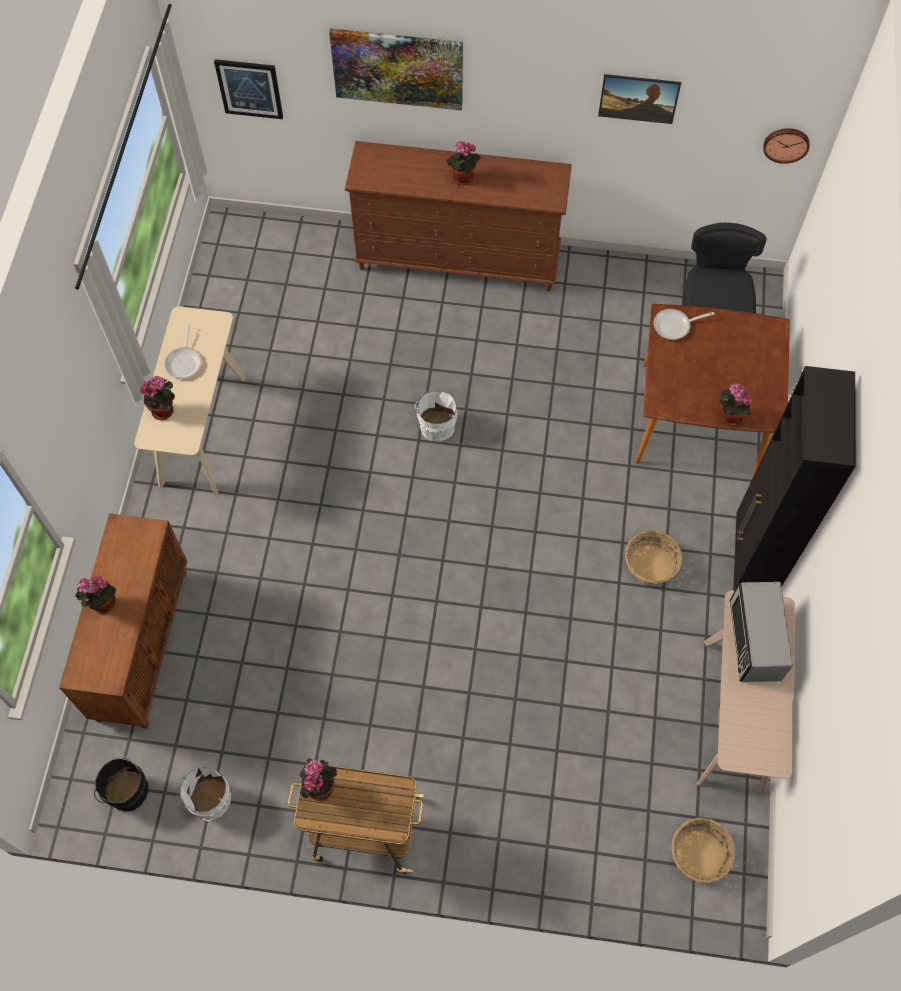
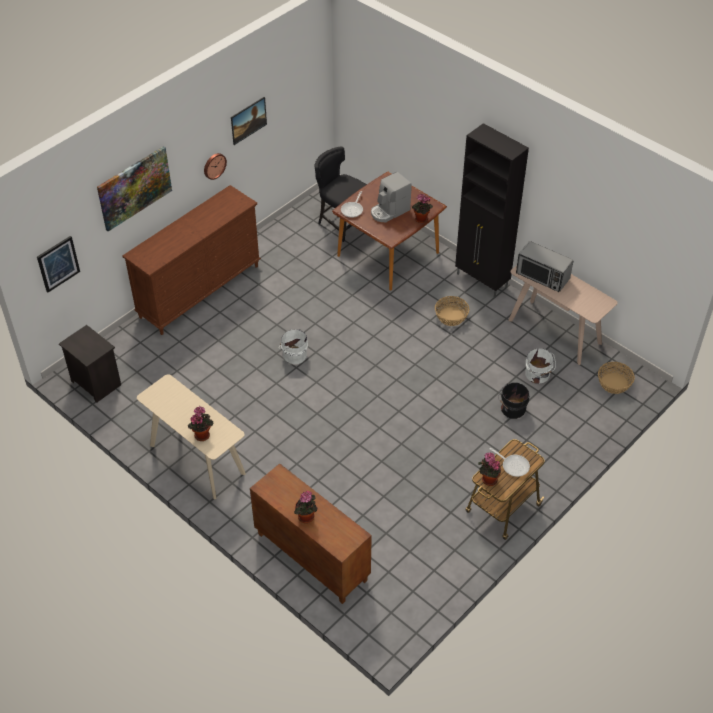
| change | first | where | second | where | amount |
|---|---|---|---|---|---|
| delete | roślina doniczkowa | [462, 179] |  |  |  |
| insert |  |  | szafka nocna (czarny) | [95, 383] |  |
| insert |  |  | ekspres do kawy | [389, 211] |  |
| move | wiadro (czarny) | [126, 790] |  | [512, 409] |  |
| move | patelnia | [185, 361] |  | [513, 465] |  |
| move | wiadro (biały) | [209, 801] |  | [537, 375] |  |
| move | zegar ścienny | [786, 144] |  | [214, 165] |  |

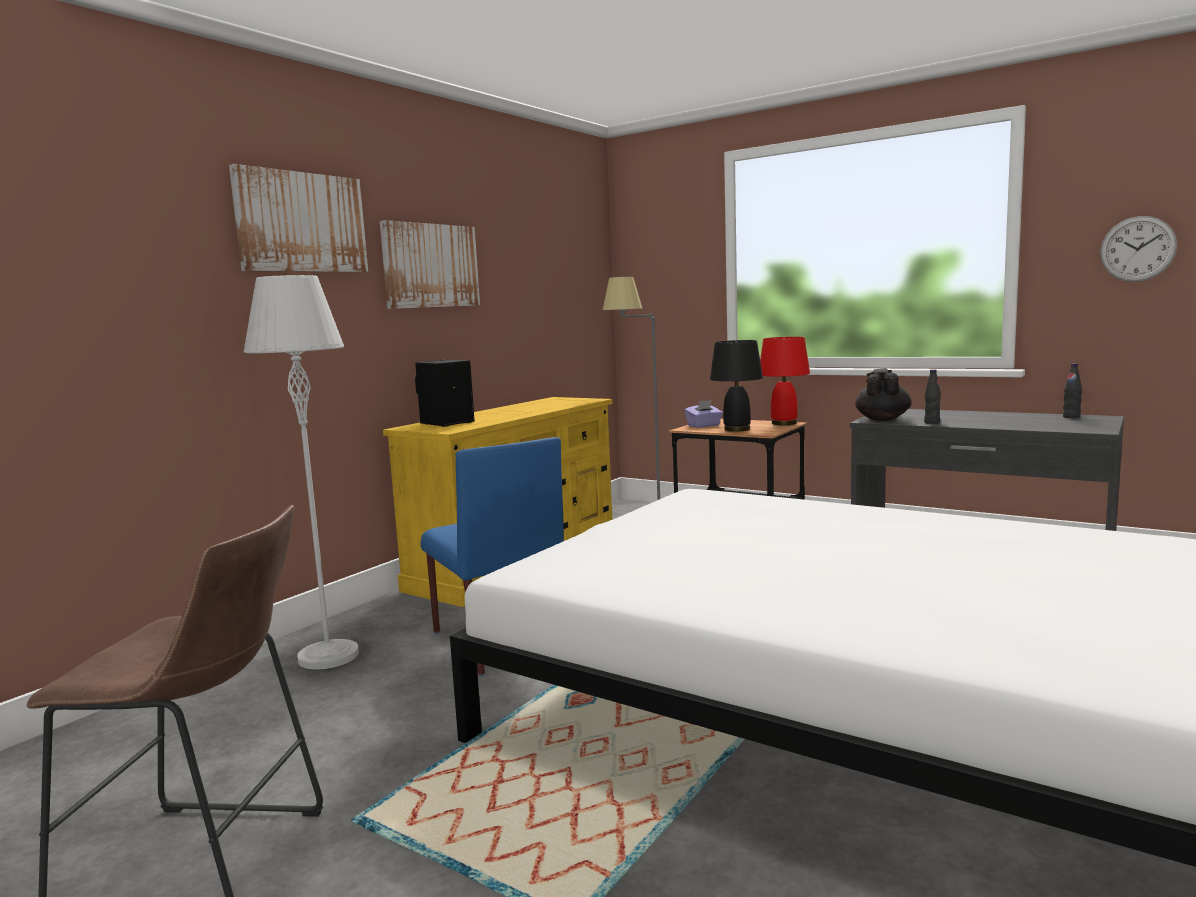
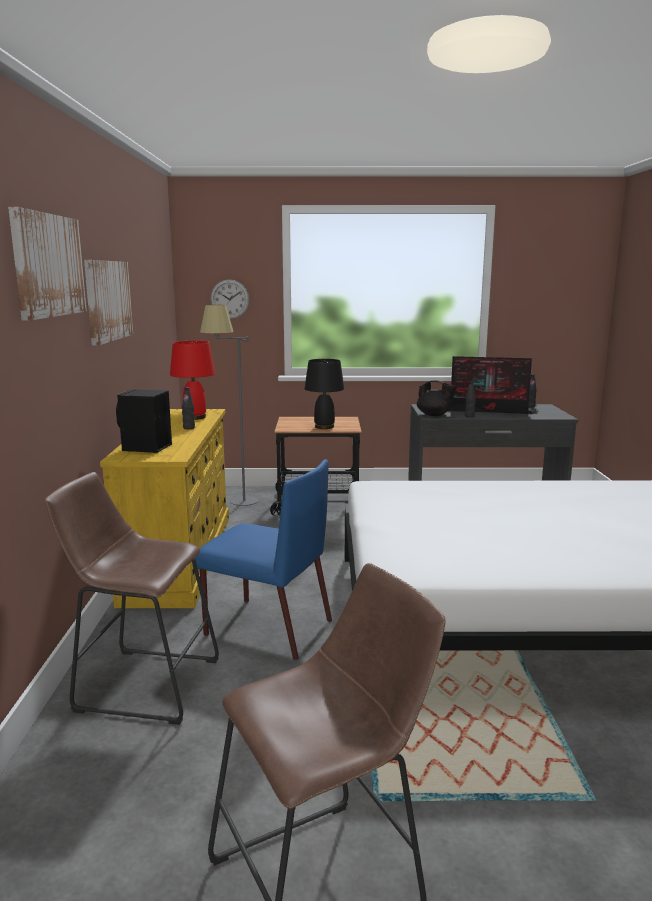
| change | first | where | second | where | amount |
|---|---|---|---|---|---|
| delete | pudełko chusteczek (fioletowy) | [704, 426] |  |  |  |
| insert |  |  | butelka (czarny) | [189, 428] |  |
| insert |  |  | monitor | [489, 411] |  |
| move | lampa stołowa (czerwony) | [784, 423] |  | [195, 417] |  |
| move | zegar ścienny | [1137, 249] |  | [229, 299] |  |
| replace | lampa stojąca (szary) | [328, 656] | stołek (brązowy) | [141, 683] |  |
| rotate | imbryk (czarny) | [882, 419] |  | [434, 415] | 135 degrees clockwise |

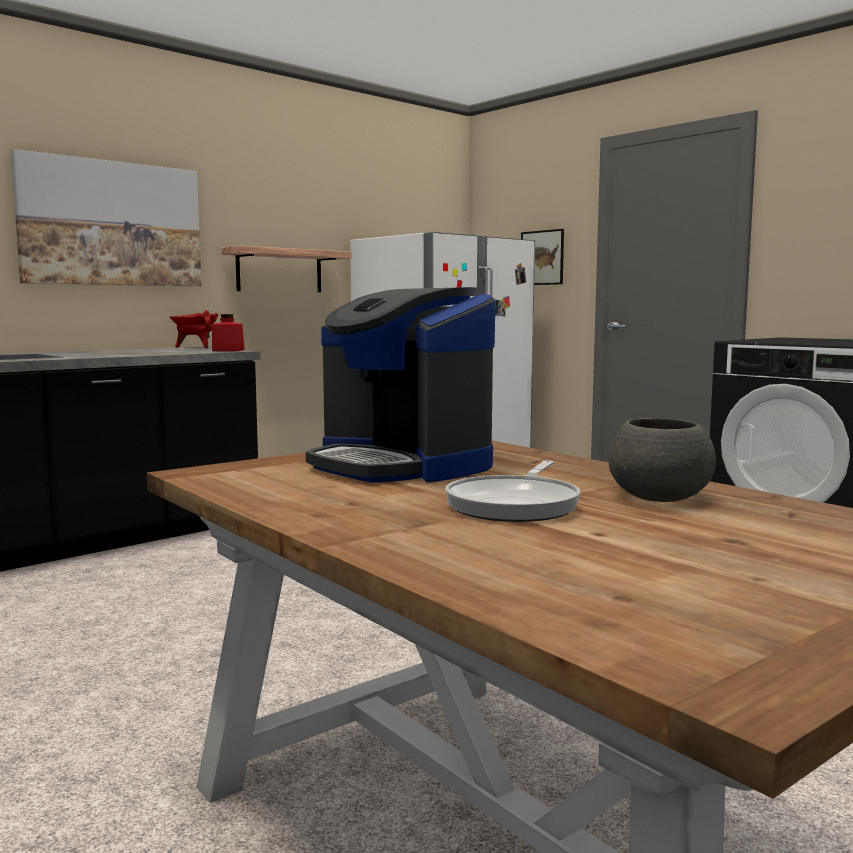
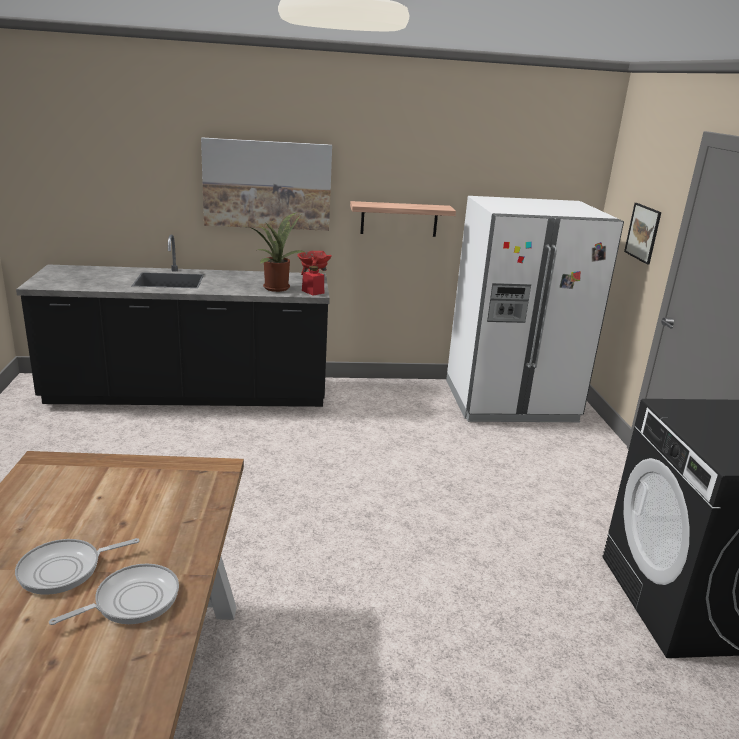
| change | first | where | second | where | amount |
|---|---|---|---|---|---|
| delete | ekspres do kawy | [401, 465] |  |  |  |
| insert |  |  | roślina doniczkowa | [275, 287] |  |
| replace | miska (szary) | [658, 498] | patelnia | [132, 600] |  |

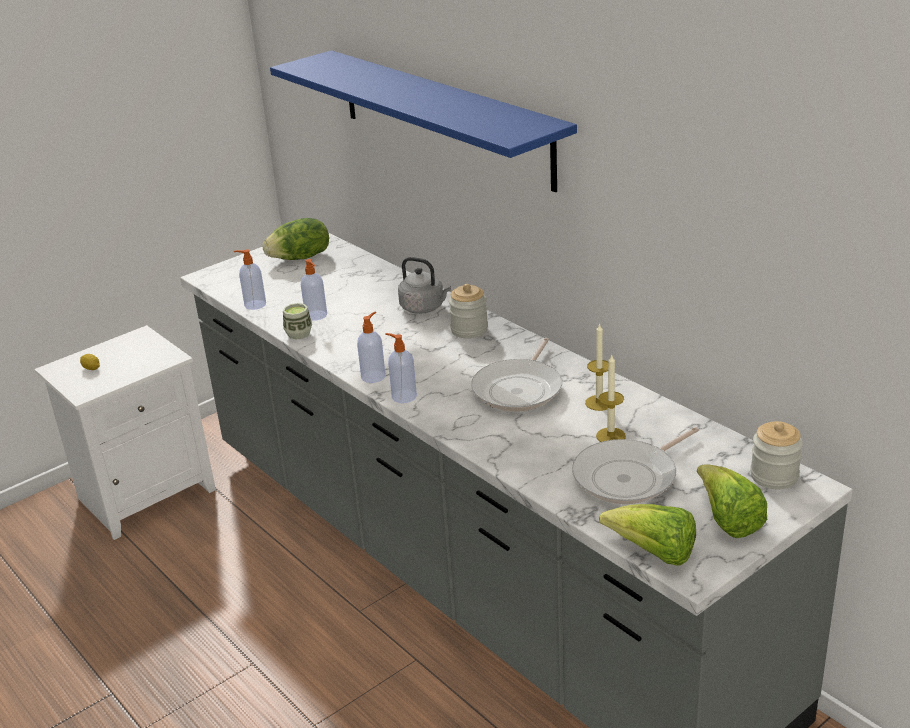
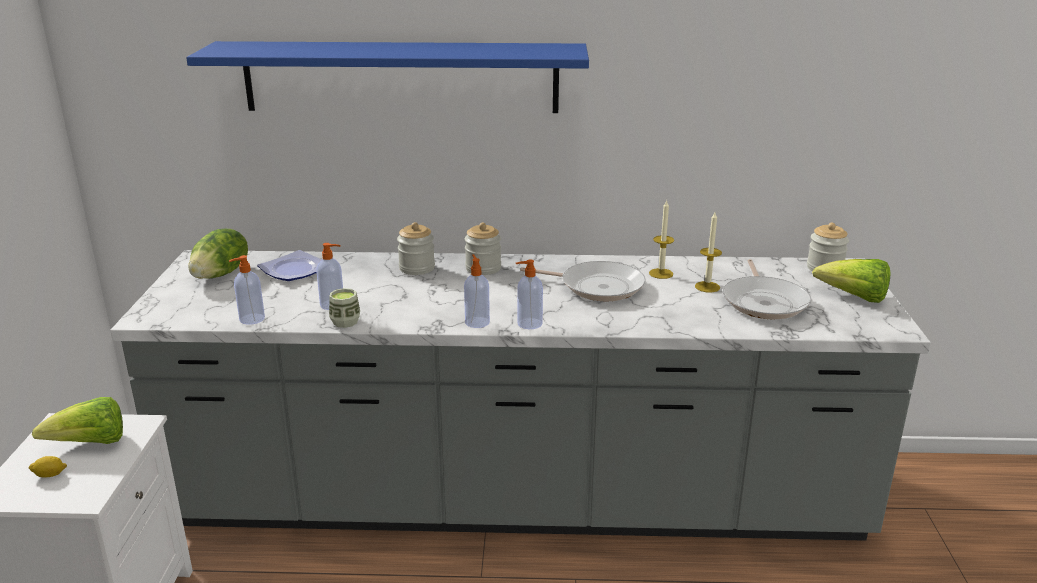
| change | first | where | second | where | amount |
|---|---|---|---|---|---|
| insert |  |  | talerz | [293, 270] |  |
| move | sałata | [653, 553] |  | [91, 444] |  |
| replace | czajnik (szary) | [424, 308] | słoik | [417, 268] |  |
| rotate | patelnia | [519, 389] |  | [597, 286] | 45 degrees counterclockwise |

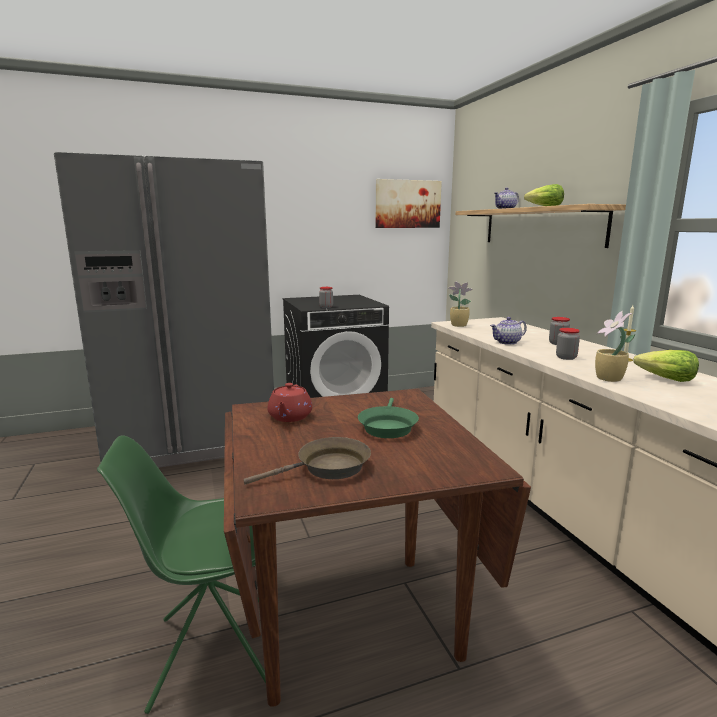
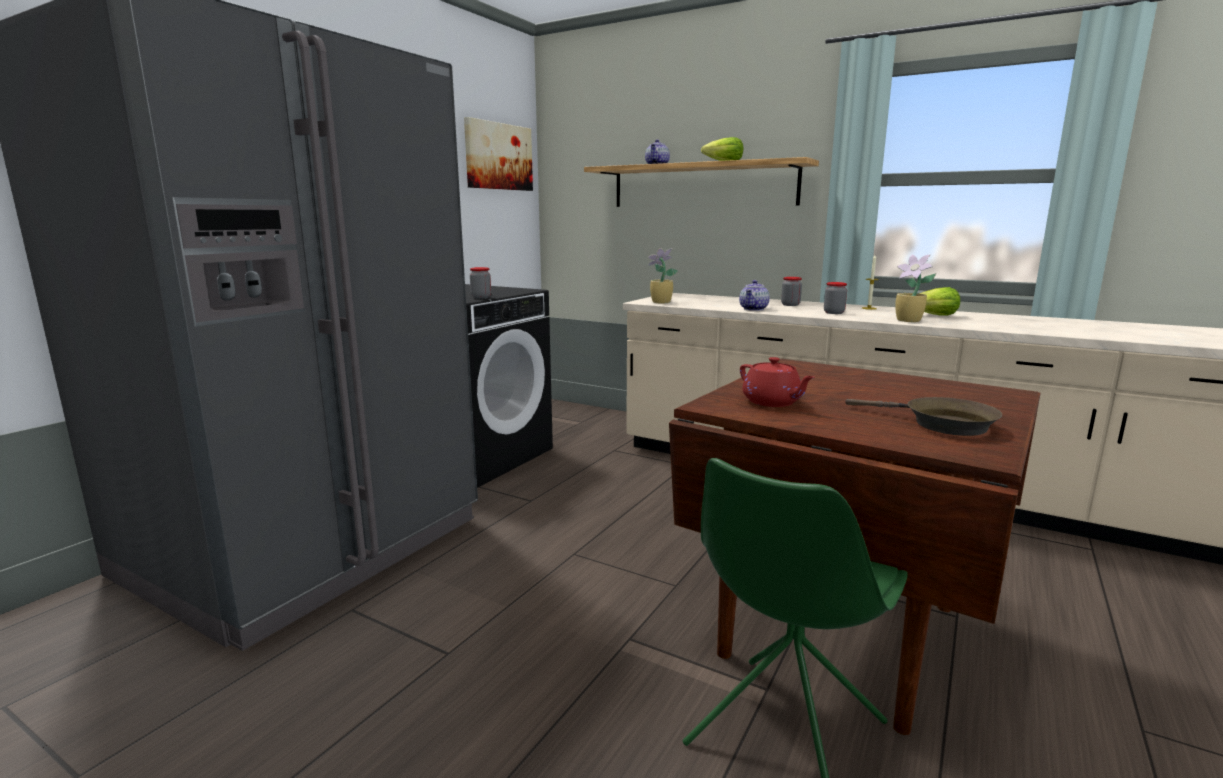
| change | first | where | second | where | amount |
|---|---|---|---|---|---|
| delete | patelnia (zielony) | [387, 426] |  |  |  |
| rotate | patelnia (brązowy) | [328, 468] |  | [941, 424] | 105 degrees clockwise |

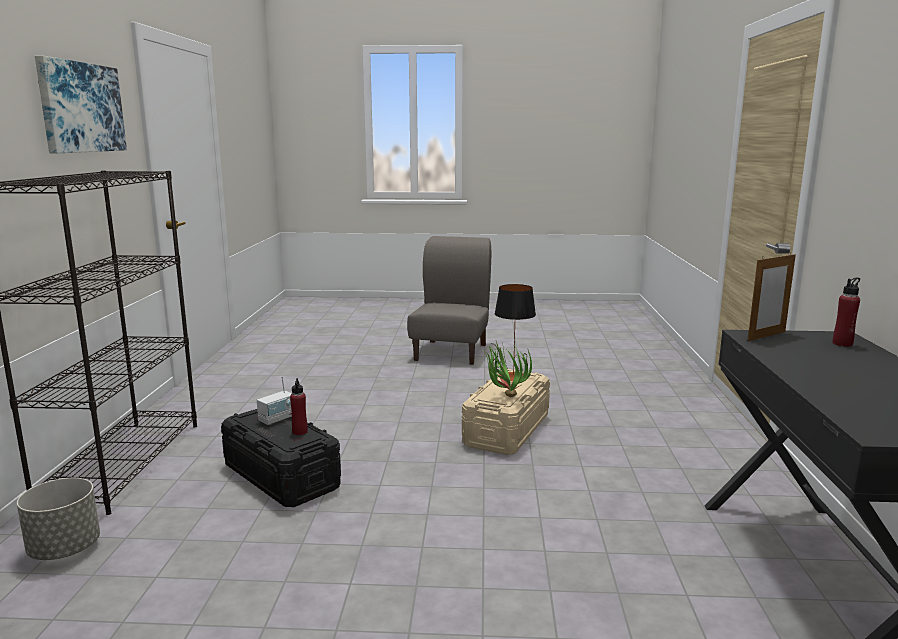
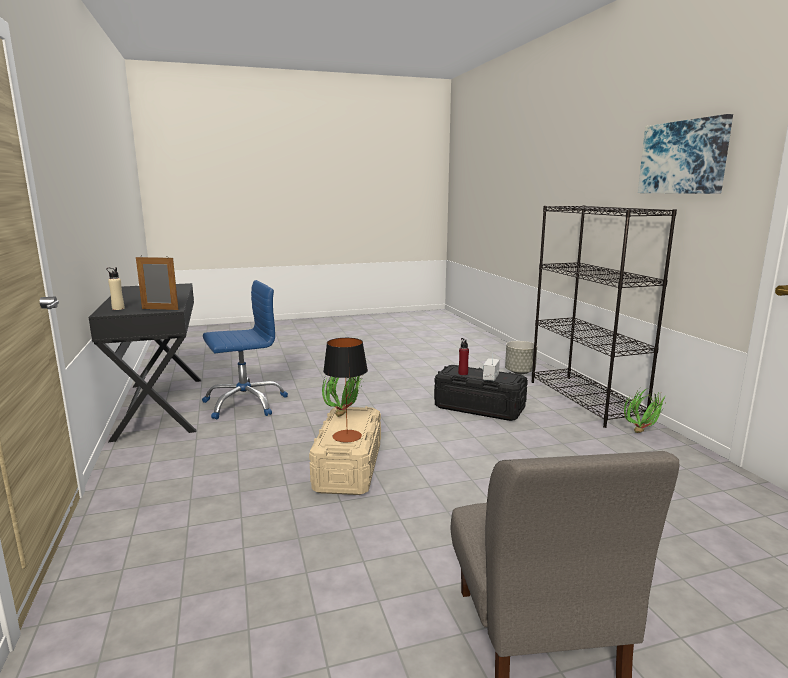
| change | first | where | second | where | amount |
|---|---|---|---|---|---|
| insert |  |  | krzesło biurowe (niebieski) | [245, 403] |  |
| insert |  |  | roślina doniczkowa | [644, 433] |  |
| recolor | butelka (czerwony) | [842, 344] | butelka (beżowy) | [118, 308] |  |
| rotate | ramka na zdjęcie | [766, 336] |  | [160, 309] | 60 degrees clockwise |

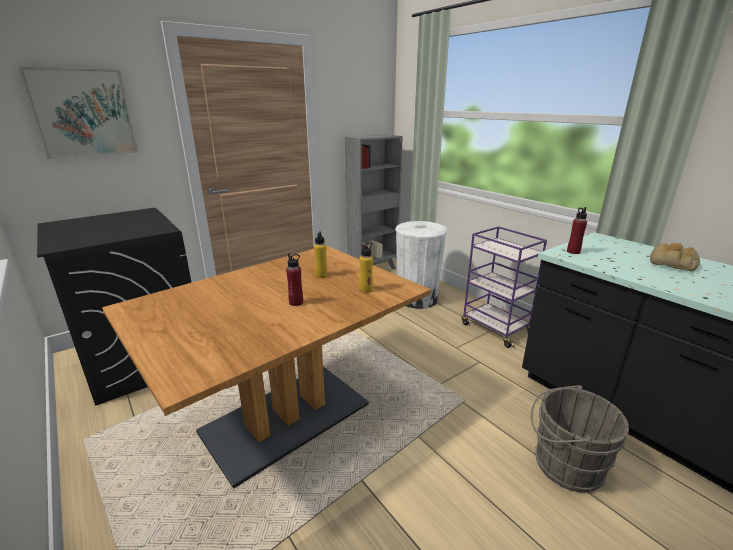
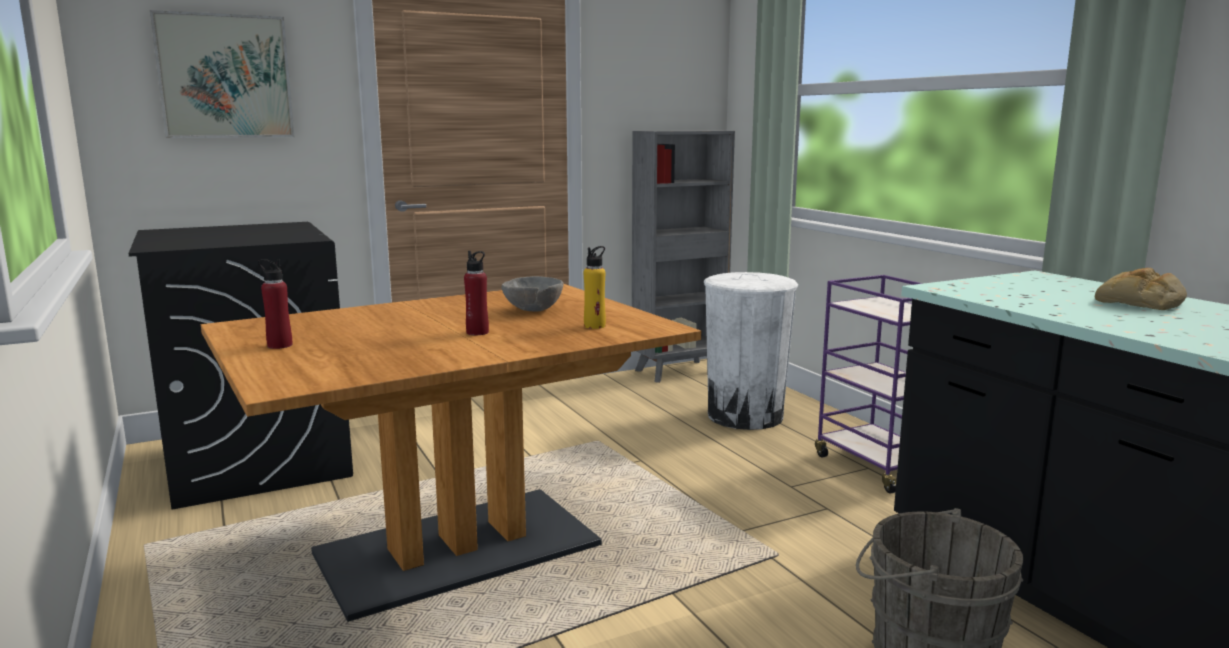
| change | first | where | second | where | amount |
|---|---|---|---|---|---|
| move | butelka (czerwony) | [573, 252] |  | [279, 345] |  |
| replace | butelka (żółty) | [321, 275] | miska (szary) | [533, 310] |  |

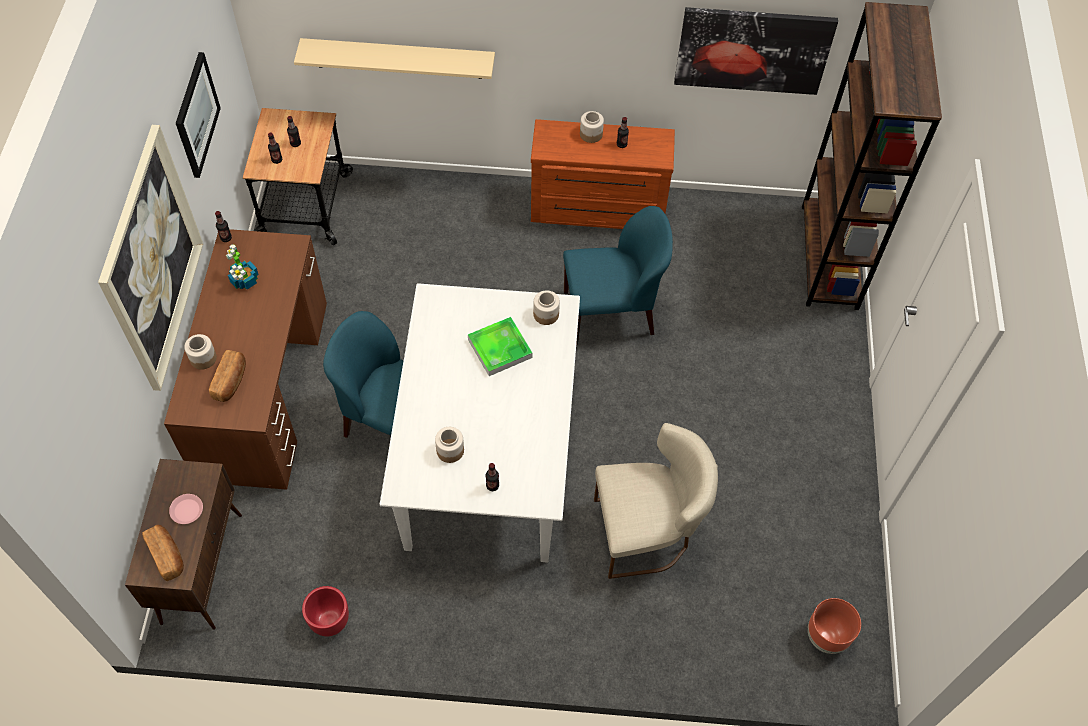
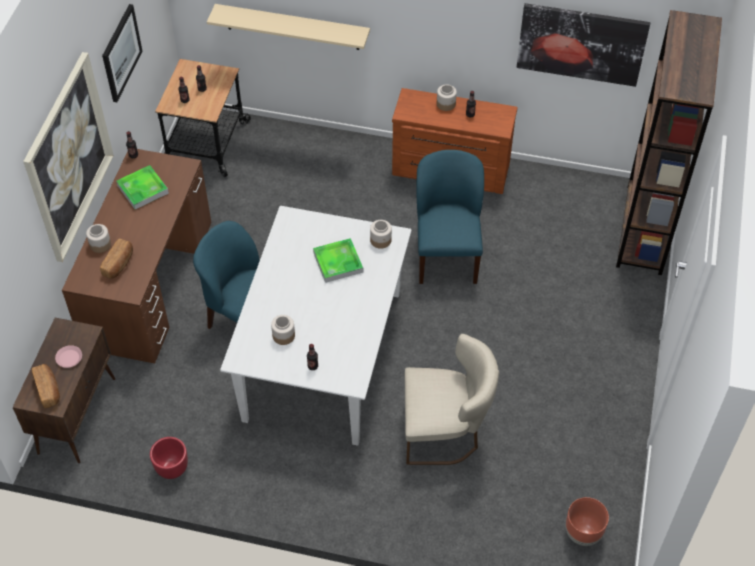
| change | first | where | second | where | amount |
|---|---|---|---|---|---|
| replace | roślina doniczkowa | [245, 281] | taca | [143, 189] |  |
| rotate | krzesło (niebieski) | [611, 313] |  | [446, 255] | 90 degrees counterclockwise |

